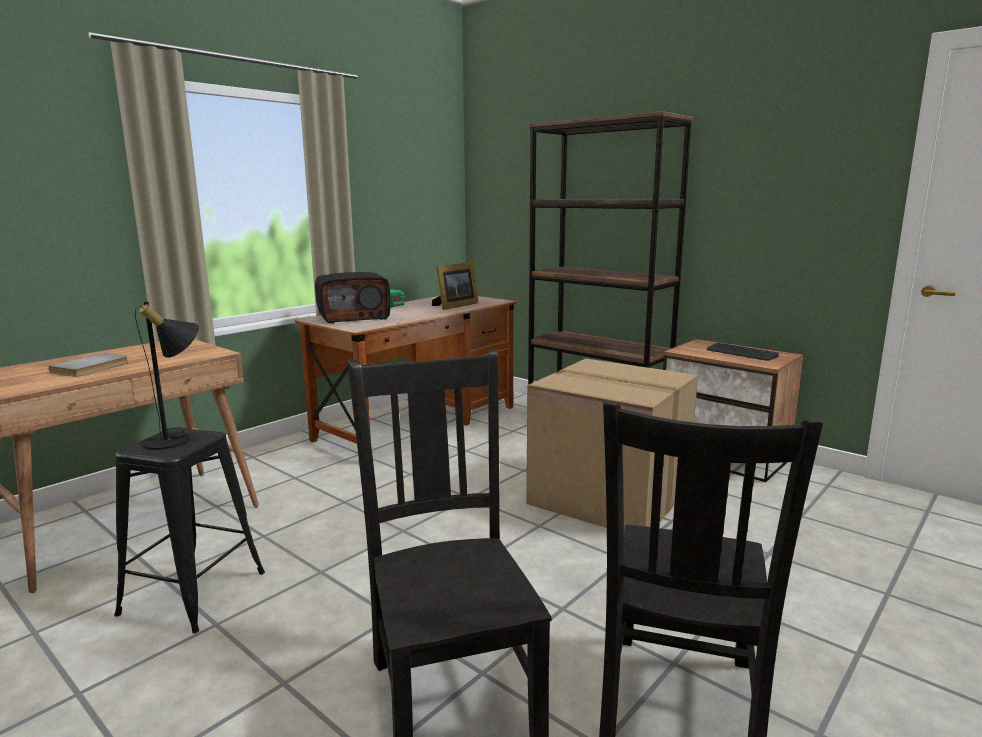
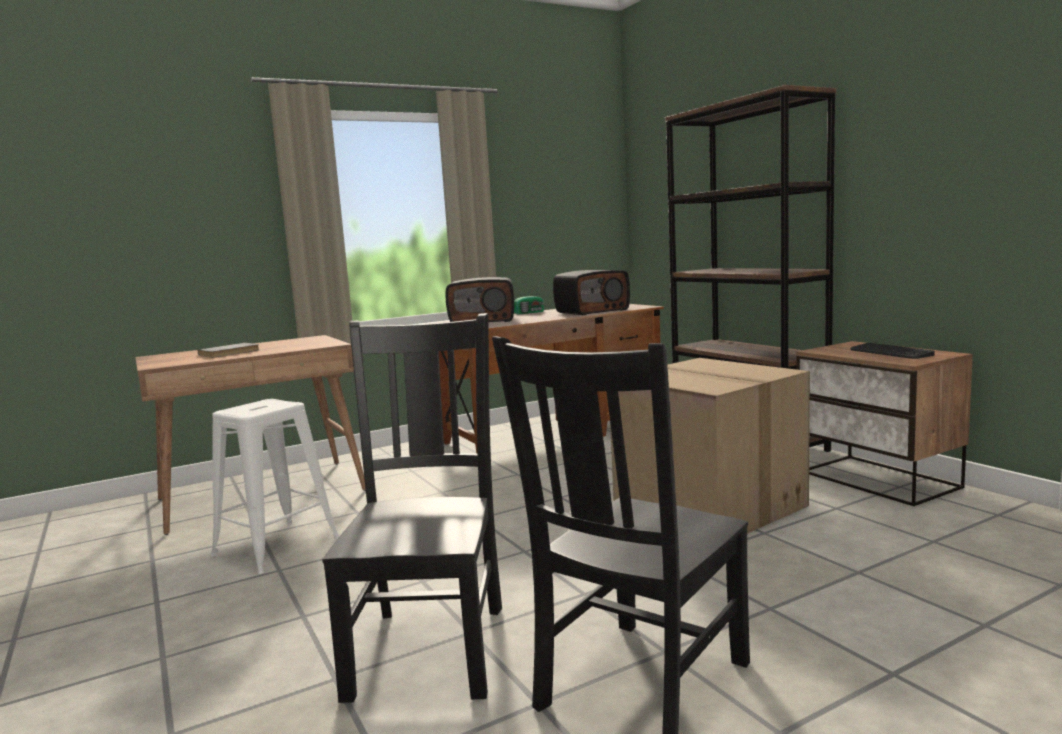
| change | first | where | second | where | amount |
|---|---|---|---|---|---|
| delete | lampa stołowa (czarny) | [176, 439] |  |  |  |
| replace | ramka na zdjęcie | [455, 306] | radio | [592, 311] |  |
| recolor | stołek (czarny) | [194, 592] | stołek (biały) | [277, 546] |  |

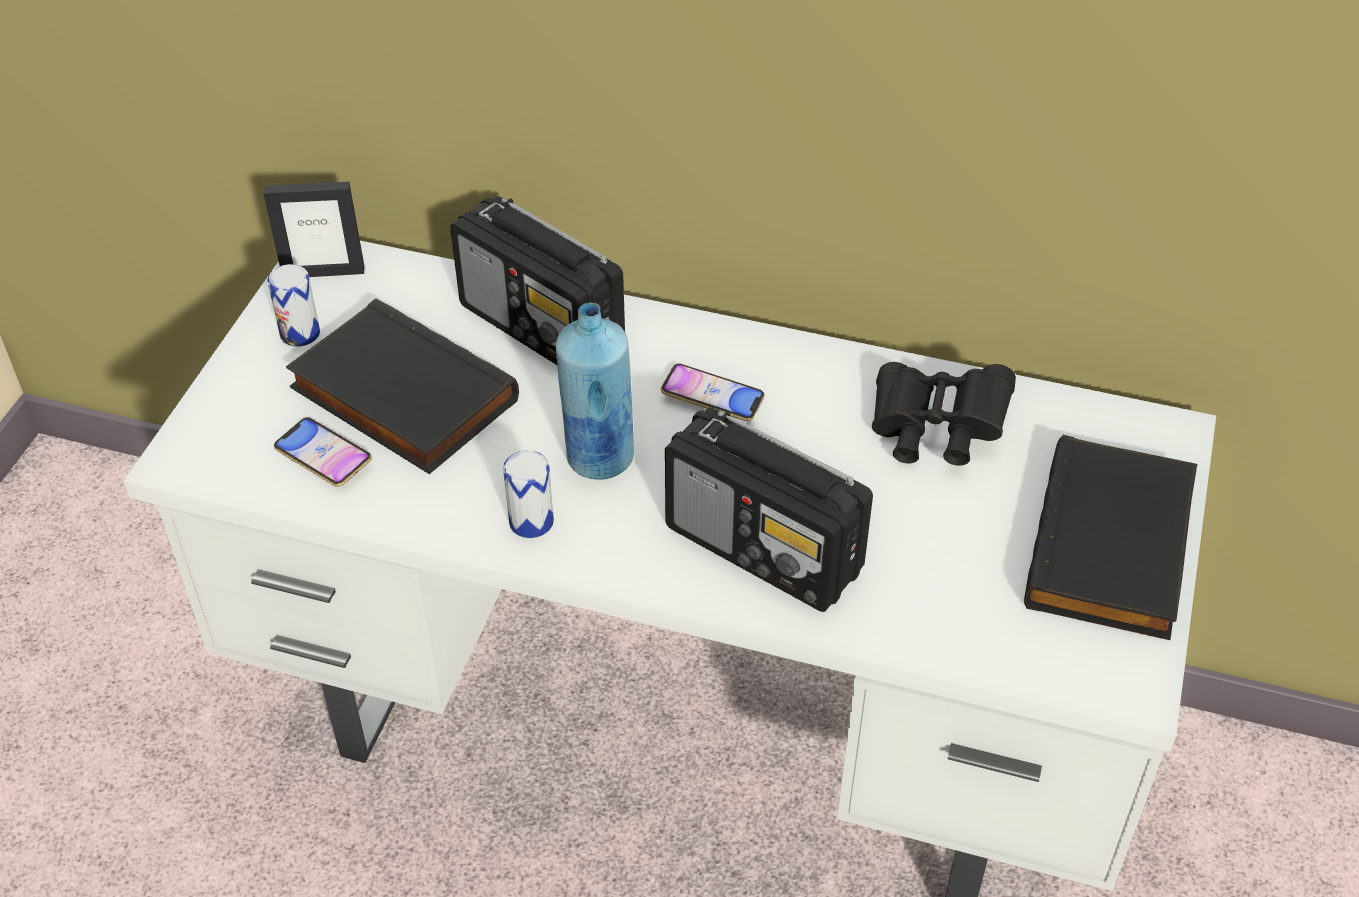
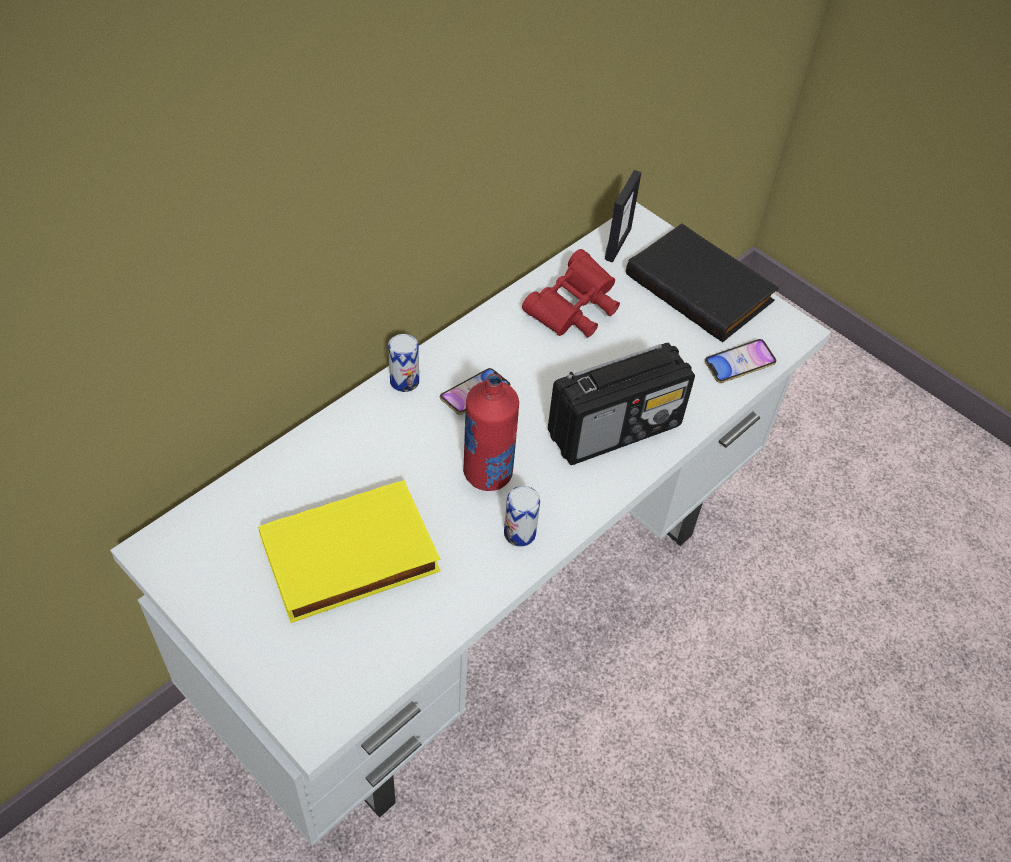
| change | first | where | second | where | amount |
|---|---|---|---|---|---|
| delete | radio | [542, 328] |  |  |  |
| move | ramka na zdjęcie | [323, 272] |  | [617, 244] |  |
| move | puszka | [300, 333] |  | [404, 381] |  |
| move | telefon | [323, 457] |  | [739, 364] |  |
| recolor | książka (czarny) | [399, 396] | książka (żółty) | [350, 559] |  |
| recolor | butelka (niebieski) | [599, 458] | butelka (czerwony) | [487, 474] |  |
| recolor | lornetka (czarny) | [935, 431] | lornetka (czerwony) | [573, 311] |  |

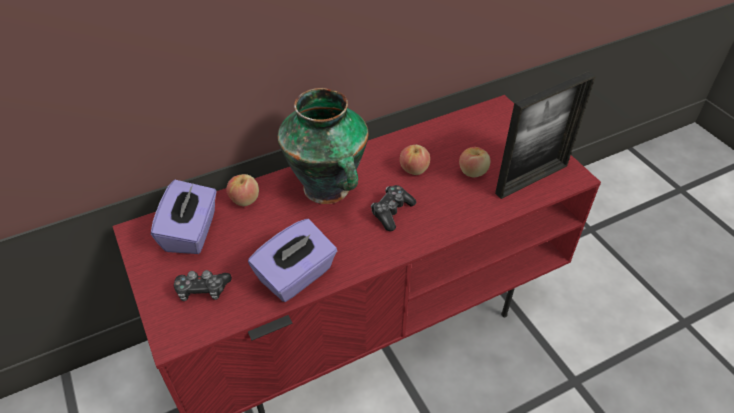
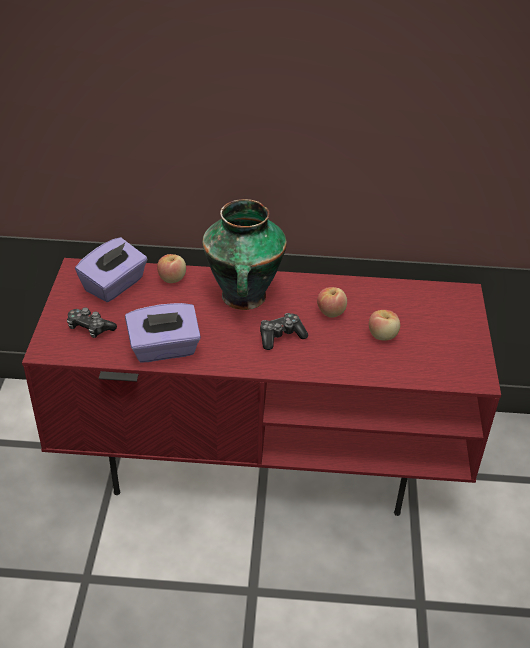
| change | first | where | second | where | amount |
|---|---|---|---|---|---|
| delete | ramka na zdjęcie | [531, 179] |  |  |  |

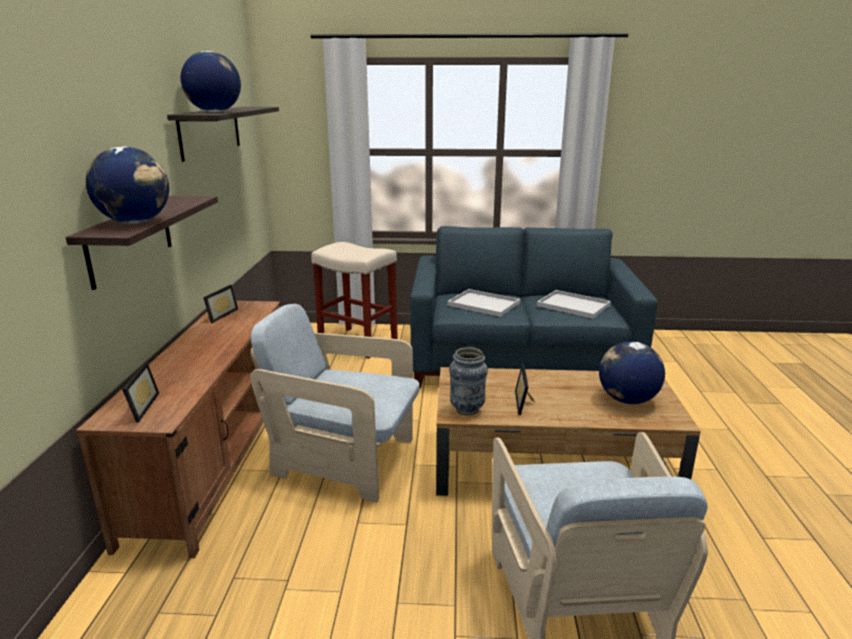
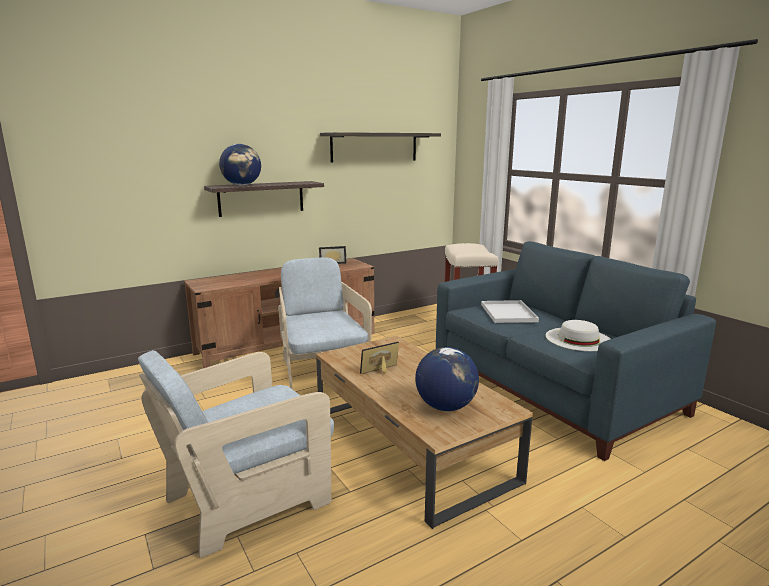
| change | first | where | second | where | amount |
|---|---|---|---|---|---|
| delete | ramka na zdjęcie | [138, 408] |  |  |  |
| delete | globus | [214, 112] |  |  |  |
| delete | wazon | [467, 410] |  |  |  |
| replace | taca (biały) | [572, 305] | kapelusz (biały) | [578, 339] |  |

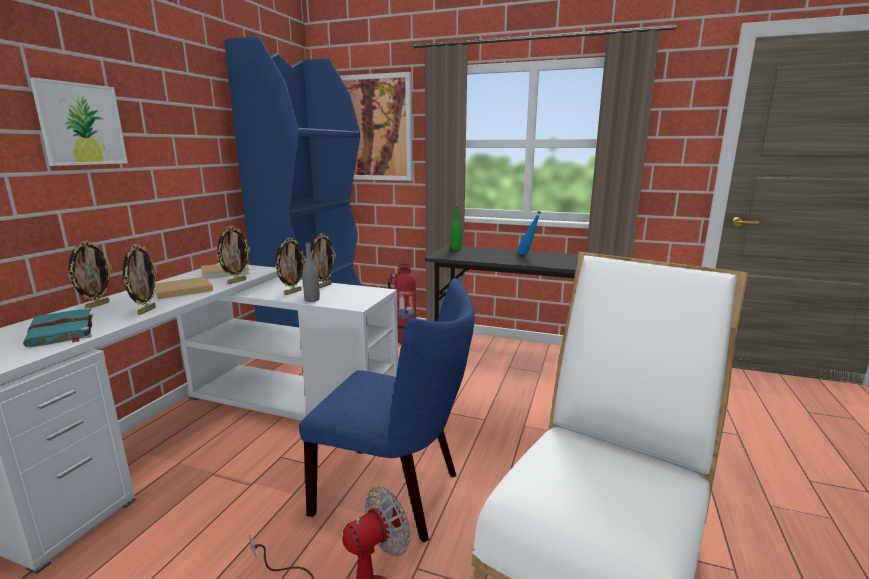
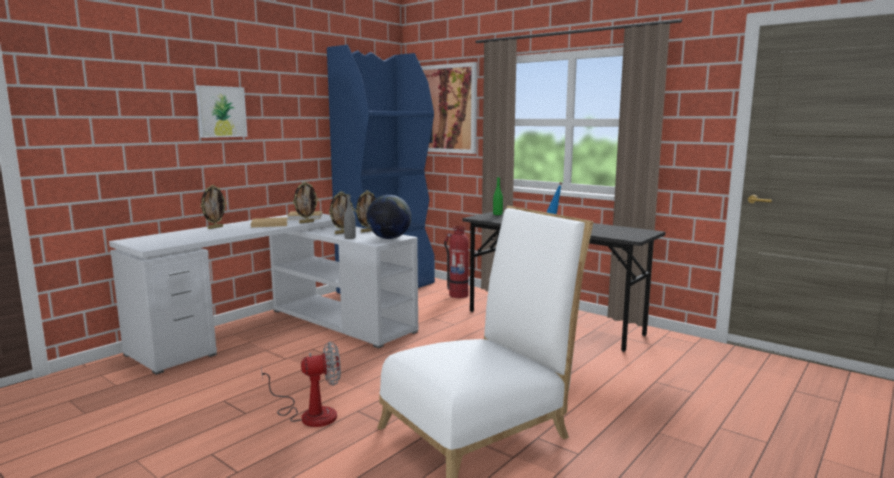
| change | first | where | second | where | amount |
|---|---|---|---|---|---|
| delete | książka (turkusowy) | [61, 331] |  |  |  |
| delete | ramka na zdjęcie | [146, 311] |  |  |  |
| delete | krzesło (niebieski) | [396, 493] |  |  |  |
| insert |  |  | globus | [389, 238] |  |

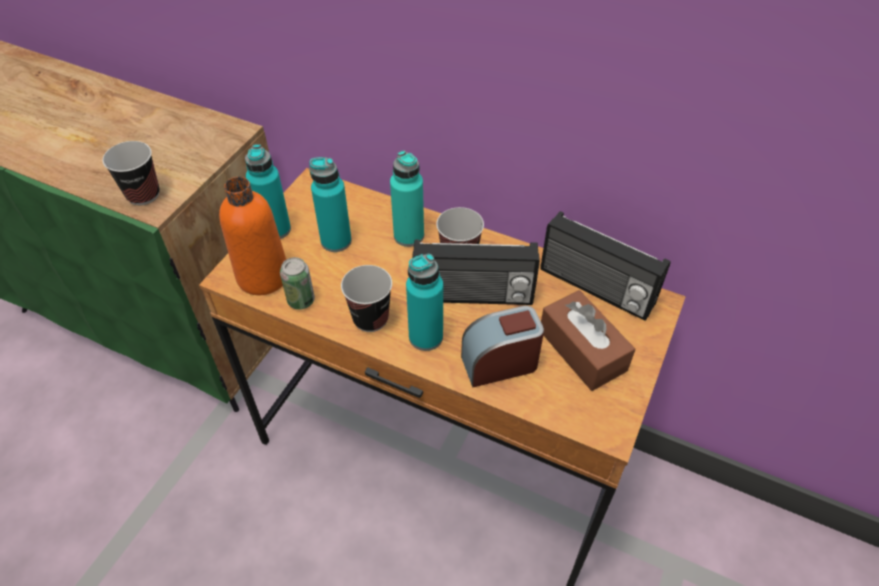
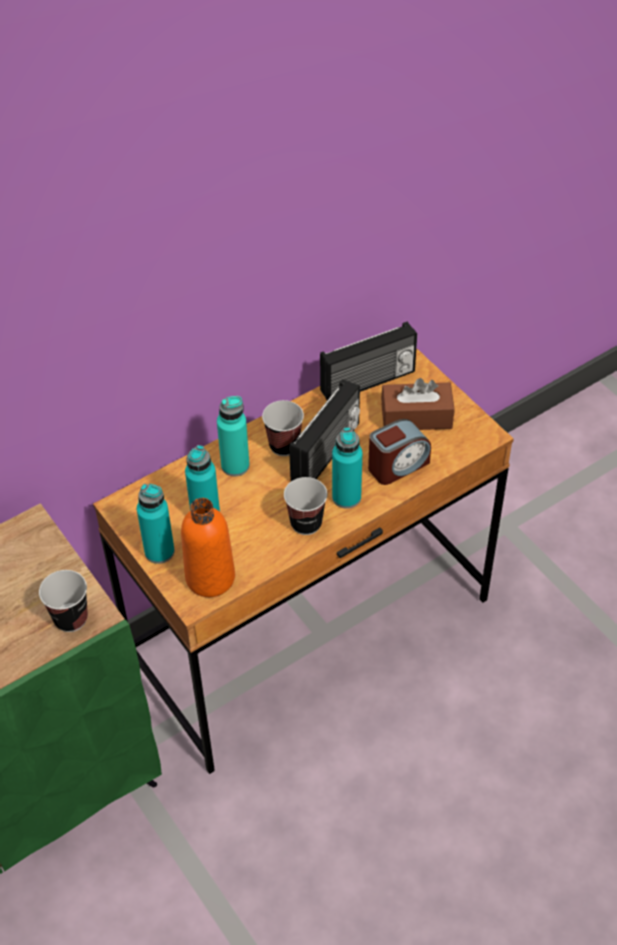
| change | first | where | second | where | amount |
|---|---|---|---|---|---|
| delete | puszka | [301, 300] |  |  |  |
| rotate | budzik | [500, 363] |  | [397, 465] | 135 degrees counterclockwise |

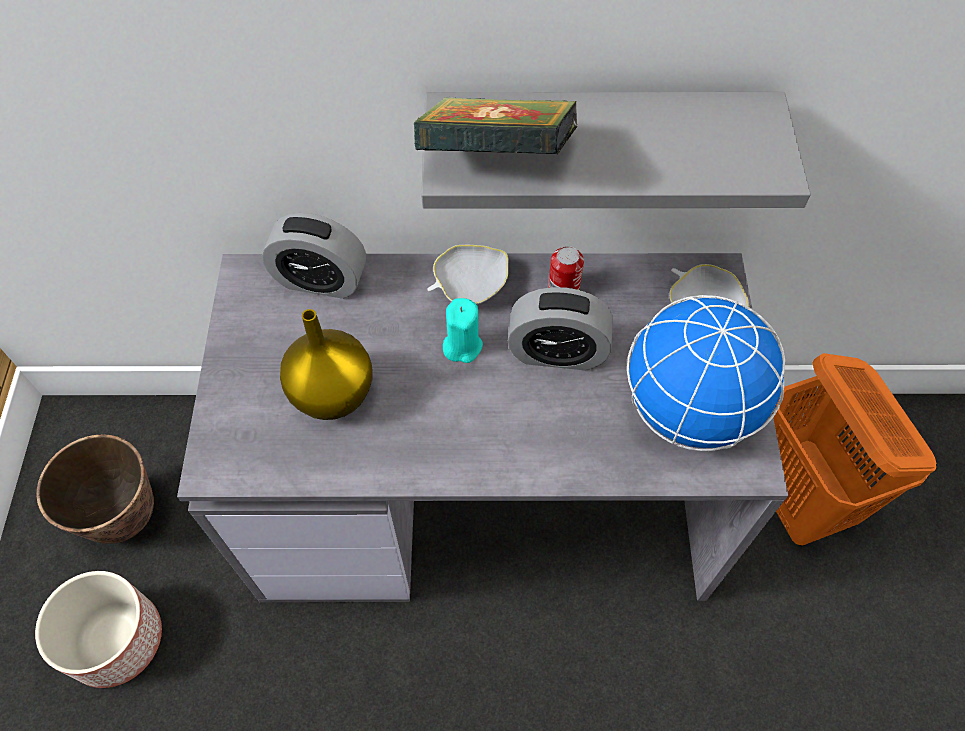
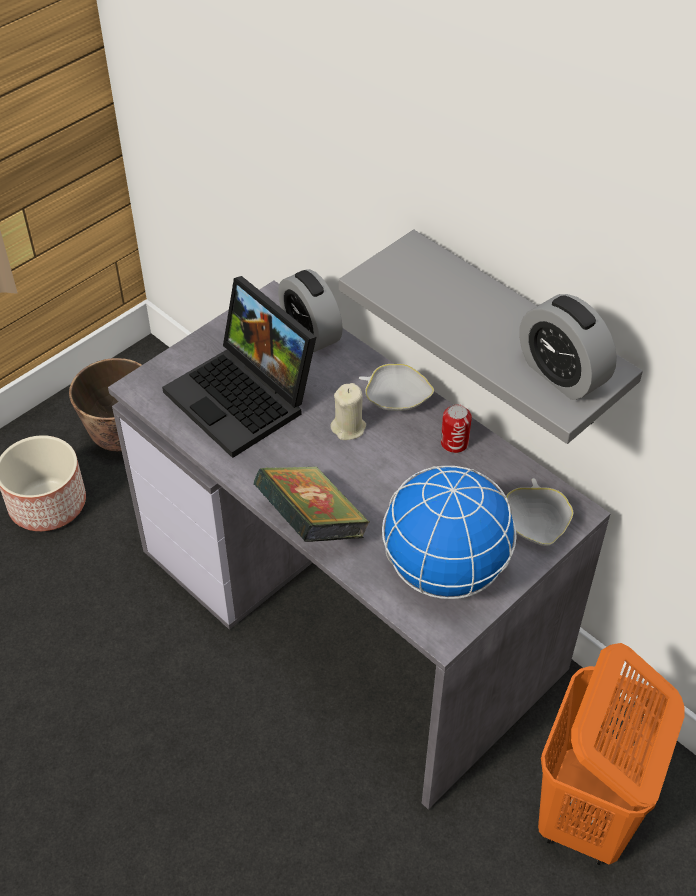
| change | first | where | second | where | amount |
|---|---|---|---|---|---|
| move | książka | [496, 159] |  | [311, 524] |  |
| move | budzik | [557, 352] |  | [561, 374] |  |
| replace | wazon (żółty) | [334, 394] | laptop | [245, 398] |  |
| recolor | świeca (turkusowy) | [462, 345] | świeca (beżowy) | [348, 428] |  |

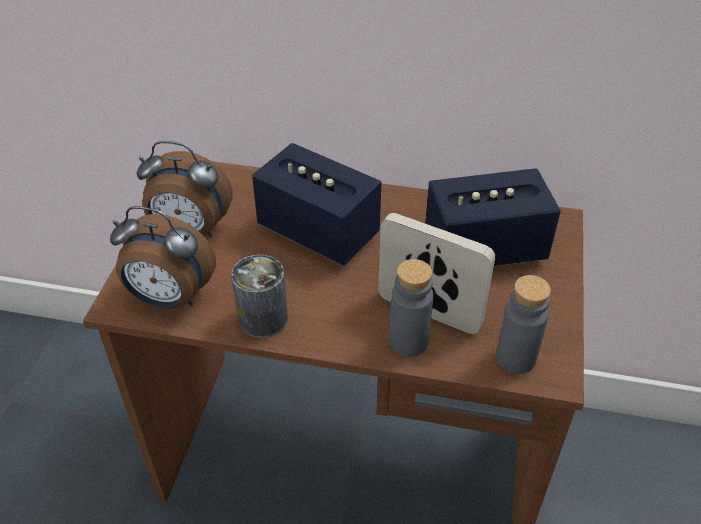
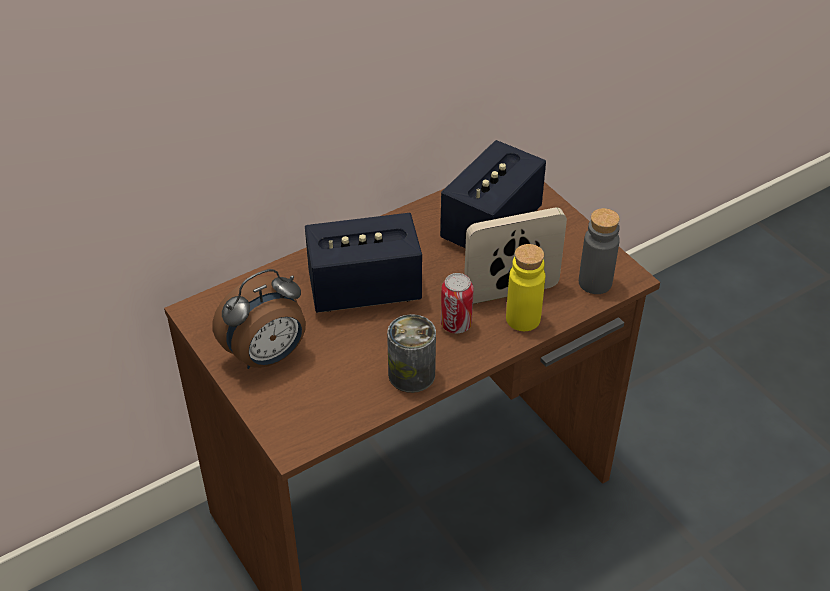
| change | first | where | second | where | amount |
|---|---|---|---|---|---|
| delete | budzik | [170, 299] |  |  |  |
| insert |  |  | puszka | [456, 324] |  |
| recolor | butelka (szary) | [408, 341] | butelka (żółty) | [523, 319] |  |

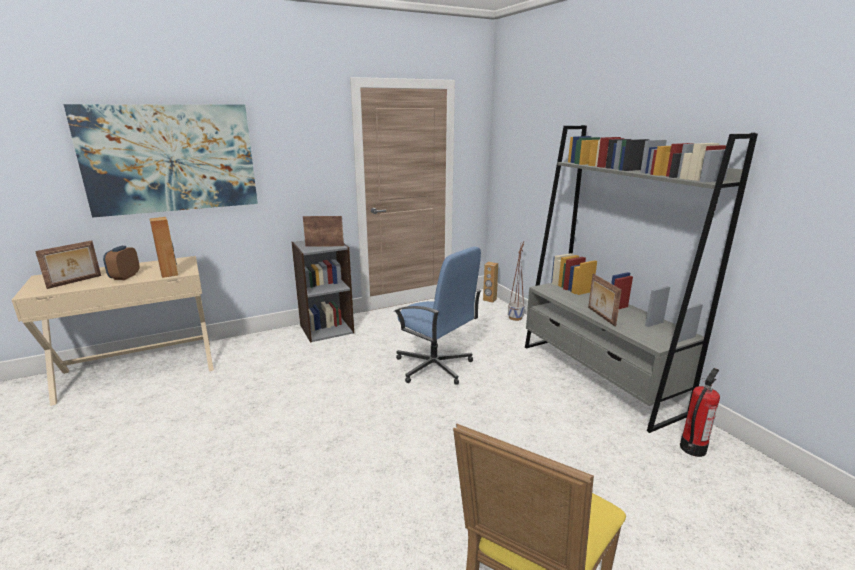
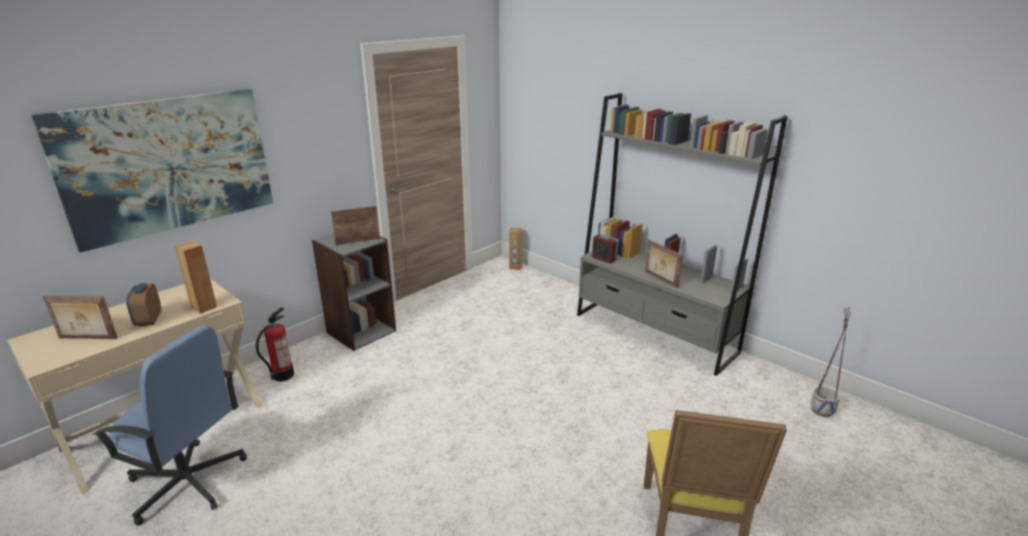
| change | first | where | second | where | amount |
|---|---|---|---|---|---|
| insert |  |  | budzik | [604, 259] |  |
| move | krzesło biurowe (niebieski) | [434, 367] |  | [188, 483] |  |
| move | donica | [515, 317] |  | [821, 410] |  |
| move | gaśnica | [692, 448] |  | [283, 375] |  |
| rotate | ramka na zdjęcie | [75, 282] |  | [87, 338] | 75 degrees clockwise |

